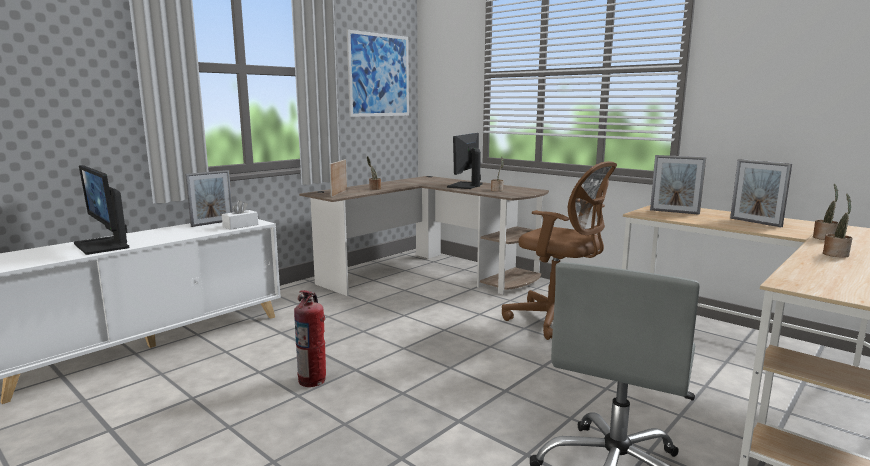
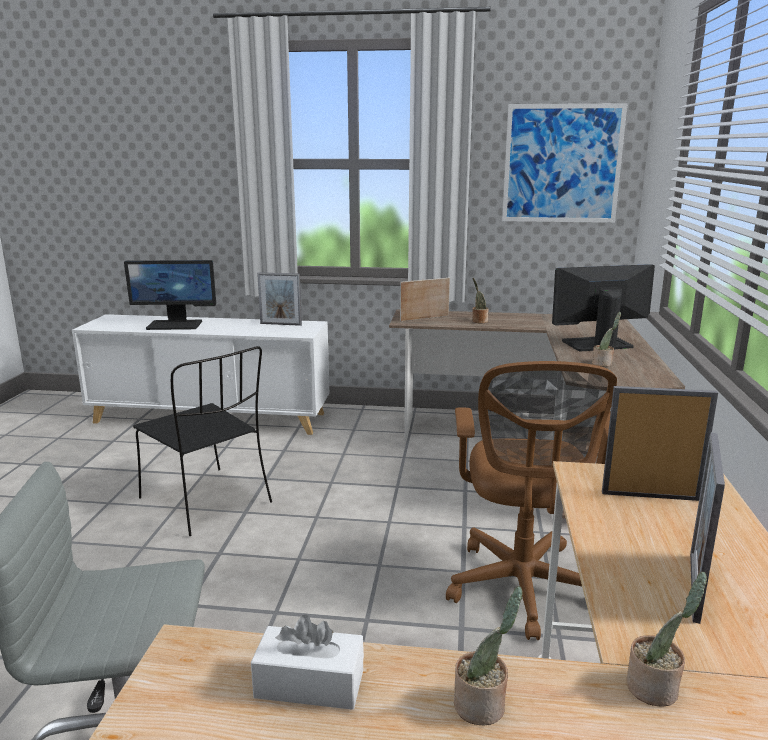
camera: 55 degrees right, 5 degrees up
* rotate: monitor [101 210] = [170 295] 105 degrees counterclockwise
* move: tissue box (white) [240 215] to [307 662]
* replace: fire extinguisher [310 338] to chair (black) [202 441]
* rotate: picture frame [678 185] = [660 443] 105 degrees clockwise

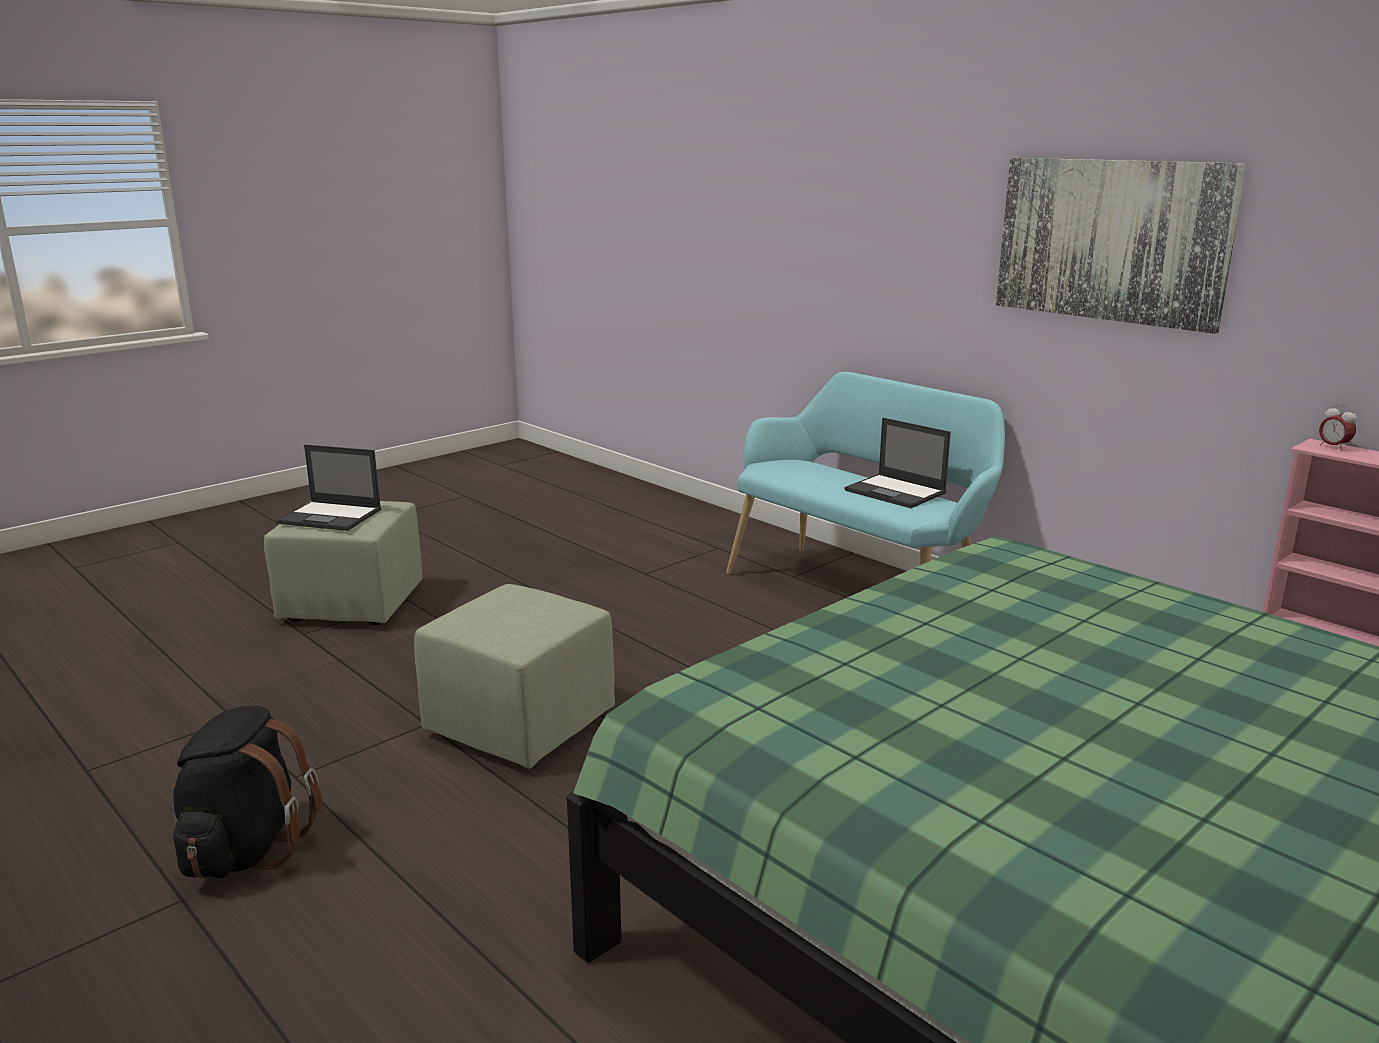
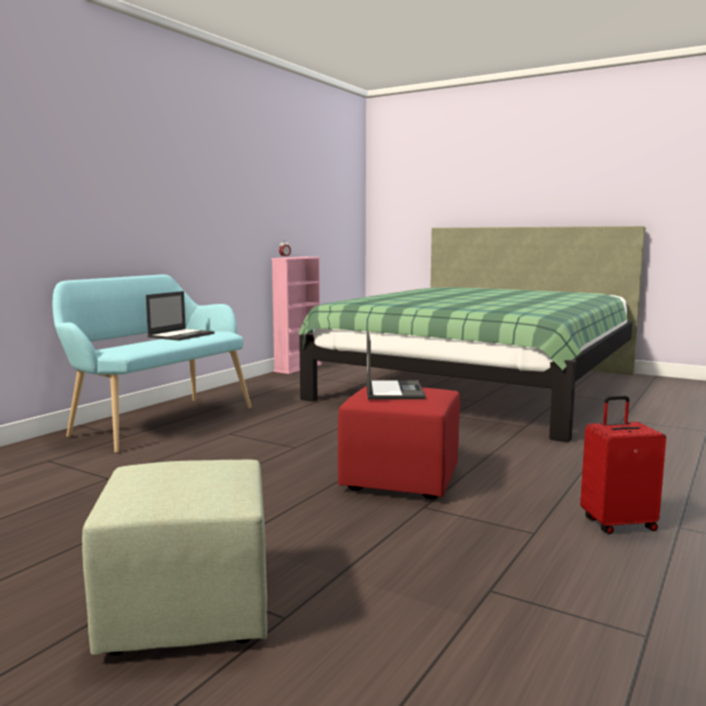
camera: 105 degrees left, 10 degrees down
* replace: backpack (black) [247 792] to suitcase (red) [623 465]
* move: laptop [328 488] to [396 364]
* recolor: ottoman (green) [514 676] to ottoman (red) [399 442]
* delete: picture [1121 246]

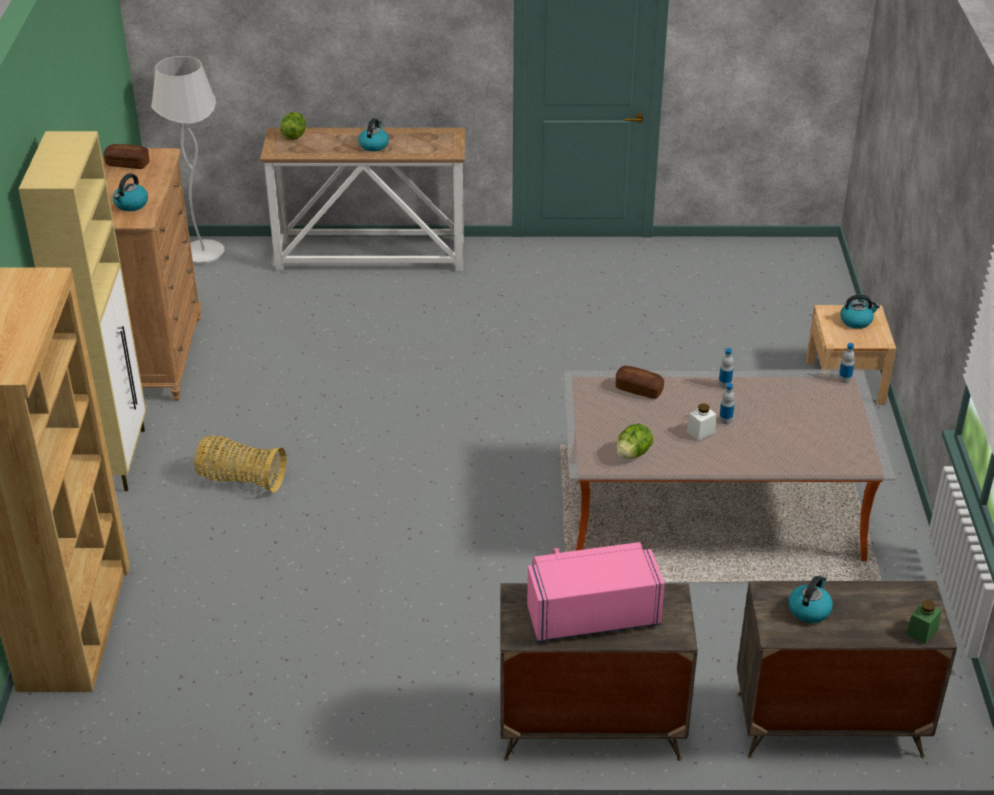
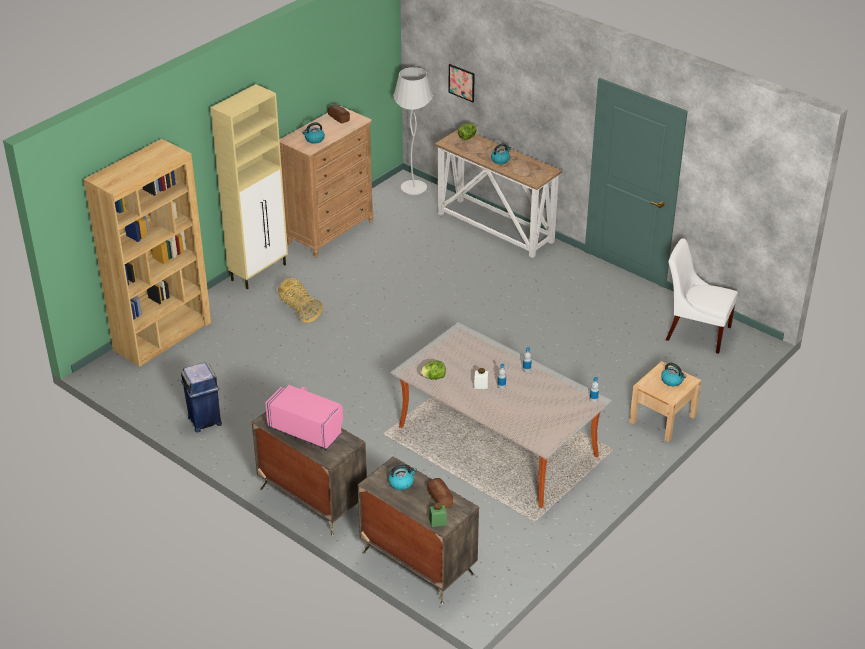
camera: 40 degrees right, 0 degrees up
* move: bread [640 382] to [440 493]
* insert: trash can (blue) [201 397]
* insert: picture [462 83]
* insert: chair (white) [702 296]

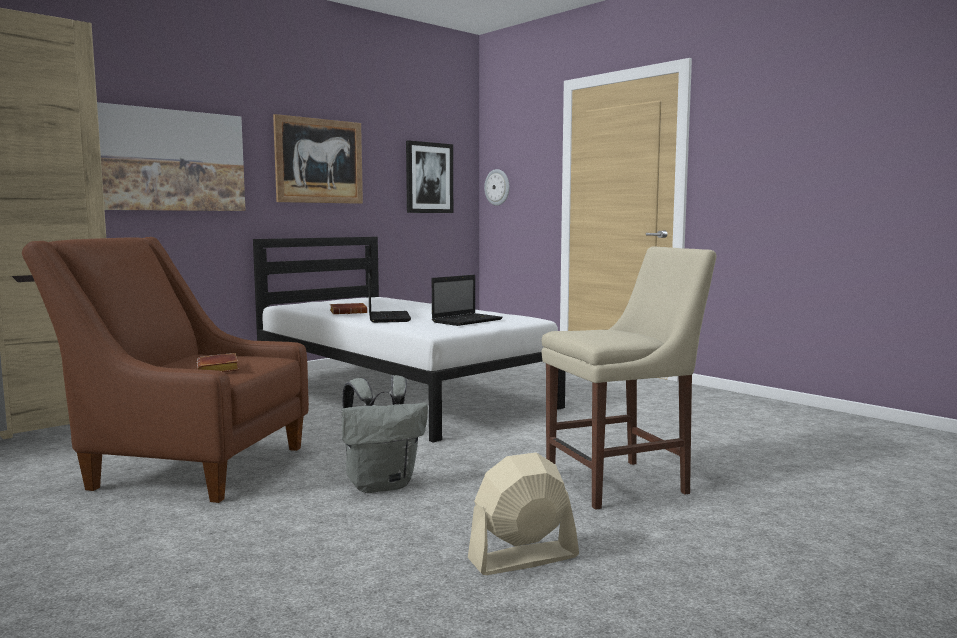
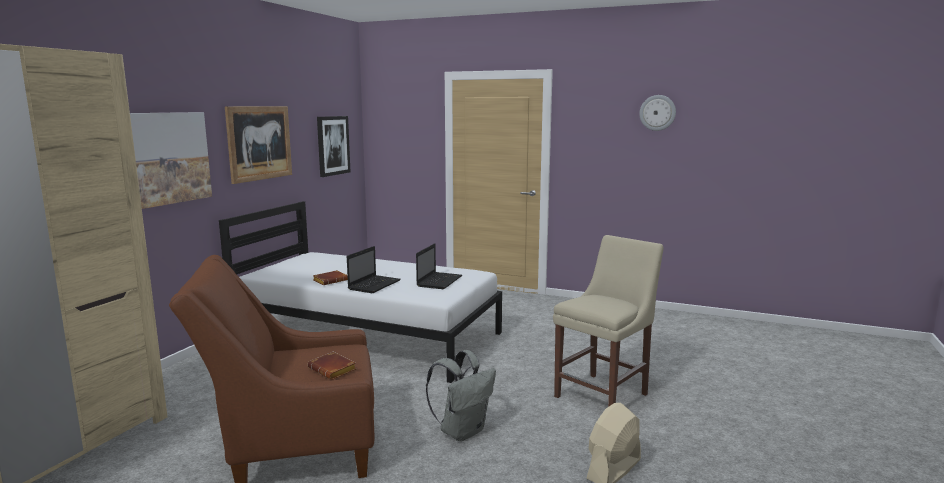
camera: 25 degrees left, 5 degrees up
* rotate: laptop [389 298] = [374 269] 60 degrees clockwise
* move: wall clock [496 187] to [657 113]

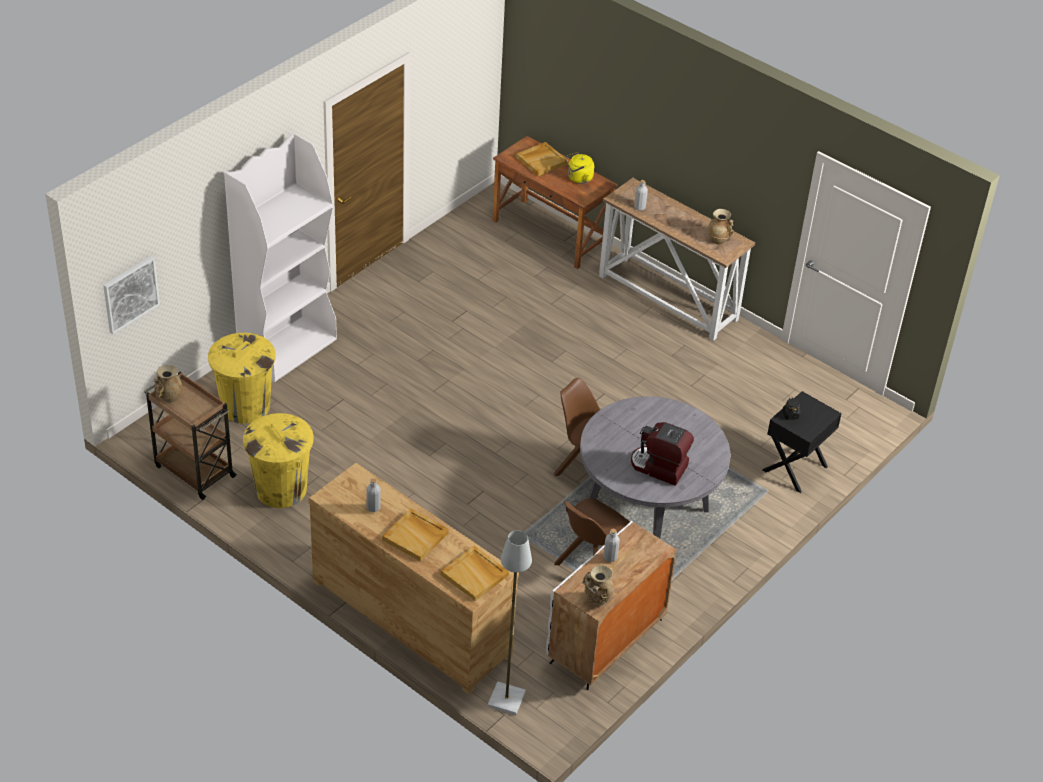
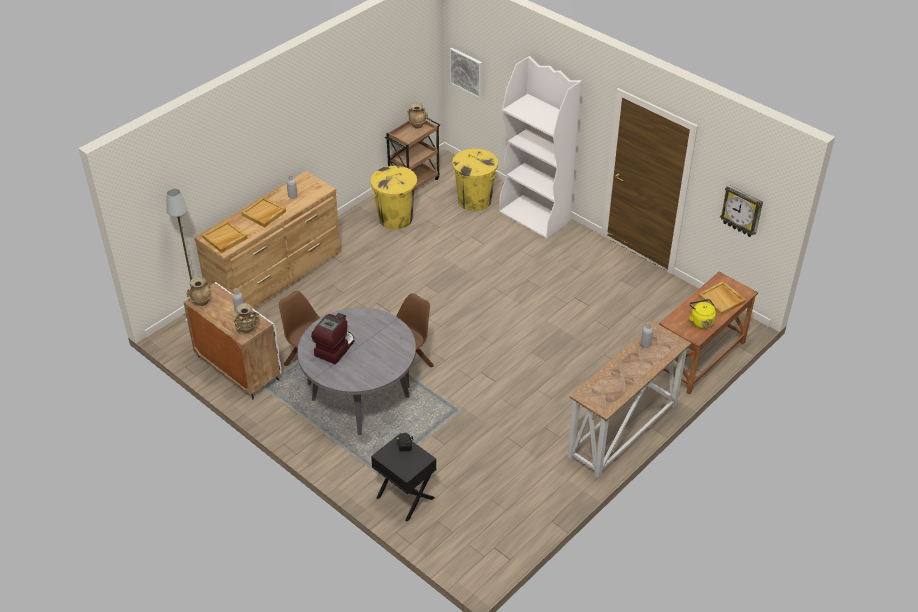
camera: 95 degrees right, 0 degrees up
* move: vase (beige) [720 226] to [247 318]
* insert: wall clock [741 211]

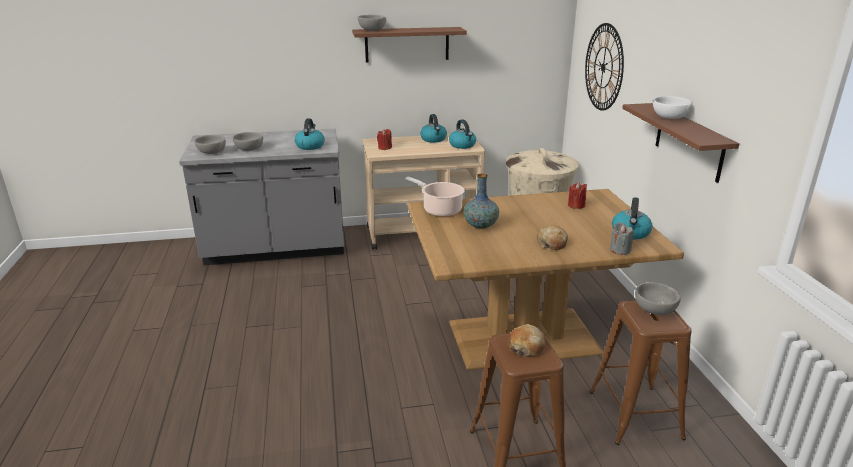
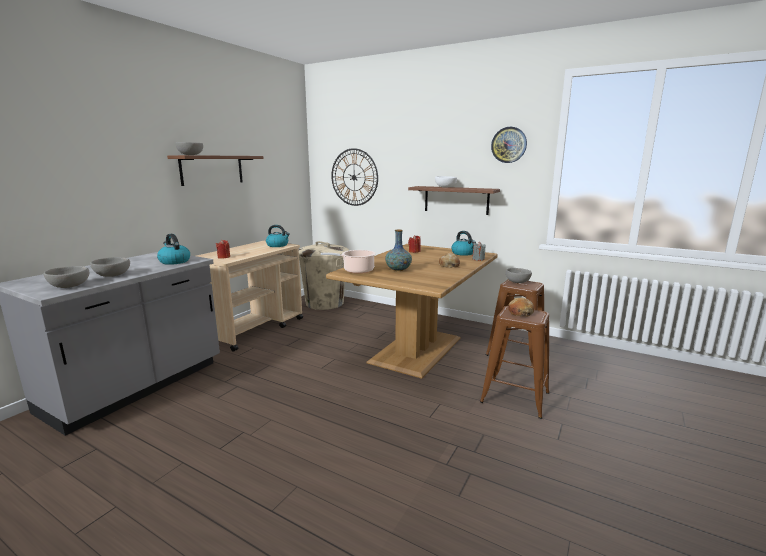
camera: 50 degrees left, 10 degrees down
* delete: kettle [433 128]
* insert: wall clock [509 145]

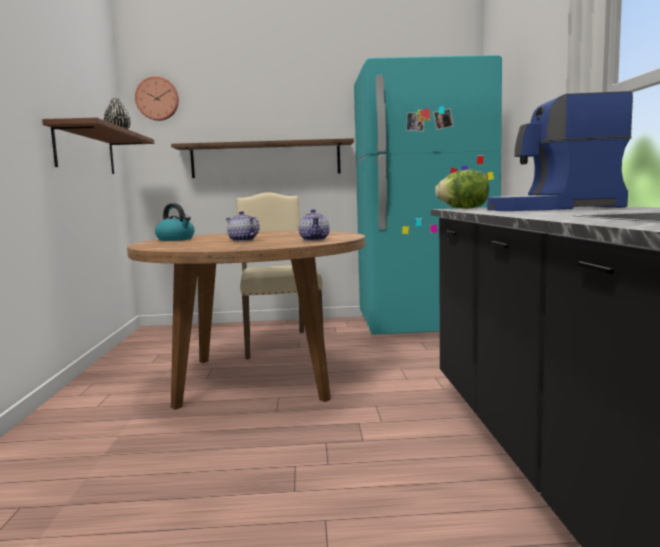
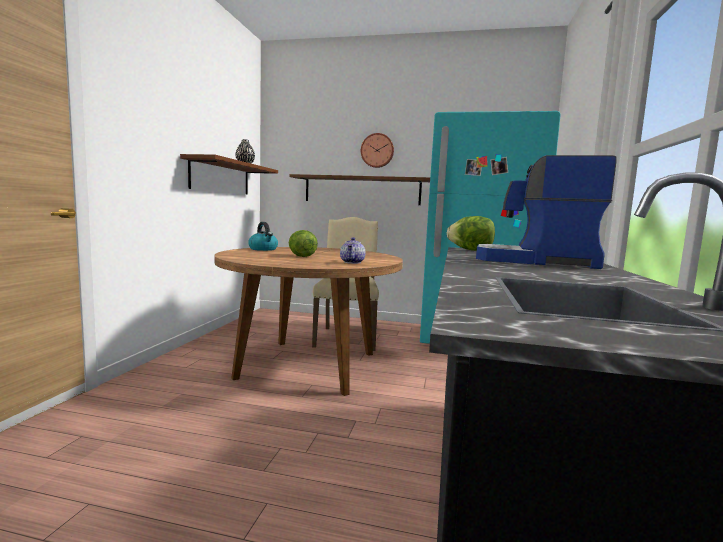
camera: 15 degrees right, 0 degrees up
* move: wall clock [157 98] to [377 150]
* replace: teapot [243 226] to lettuce [303 243]

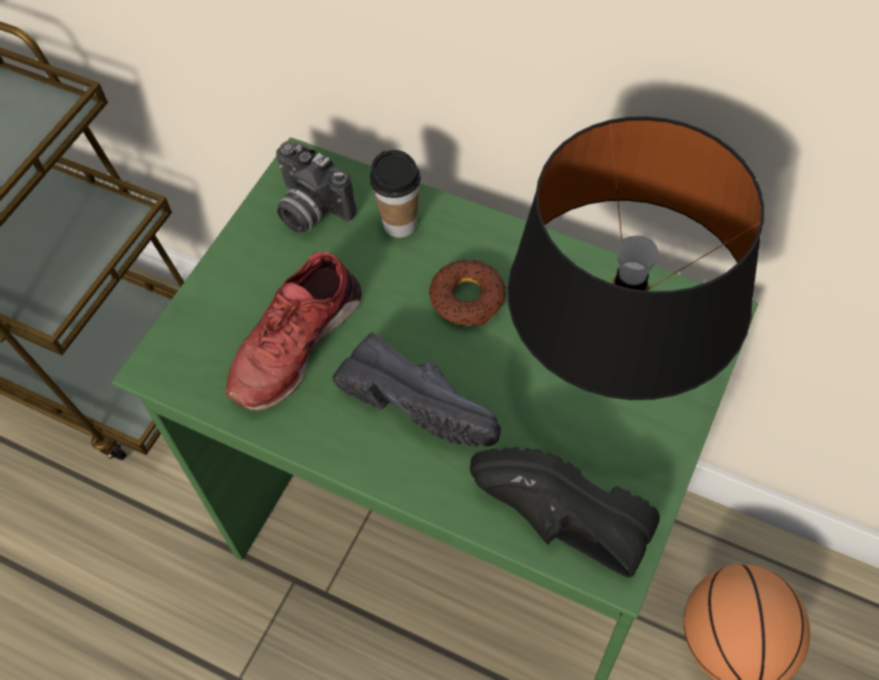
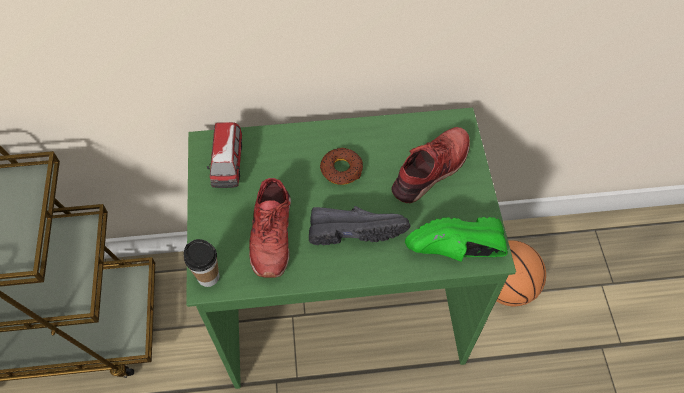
camera: 35 degrees left, 0 degrees up
* replace: photo camera [316 187] to toy car [224 155]
* move: cup [395 194] to [201 263]
* recolor: shoe (black) [565 512] to shoe (green) [456 239]
* replace: table lamp (black) [635 258] to shoe (red) [431 165]

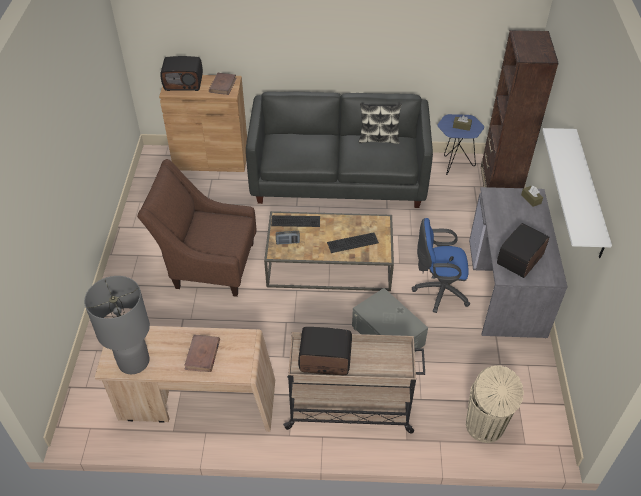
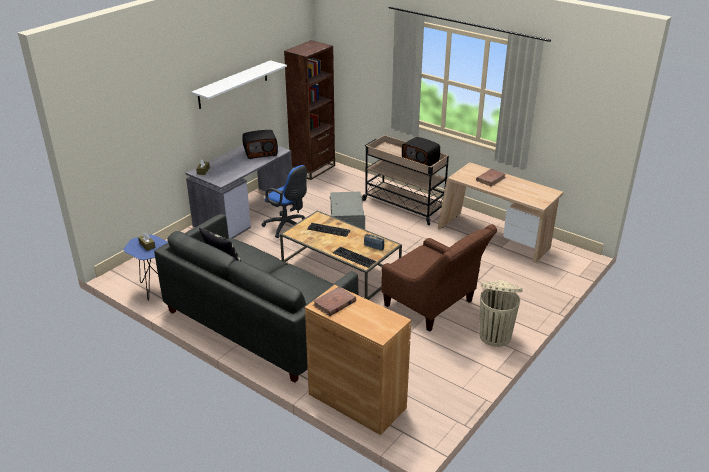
camera: 145 degrees left, 15 degrees down
* delete: table lamp (grey) [117 325]
* delete: radio [181 73]
* move: trash can (beige) [495 404] to [501 313]
* move: bookcase (brown) [520 109] to [309 110]

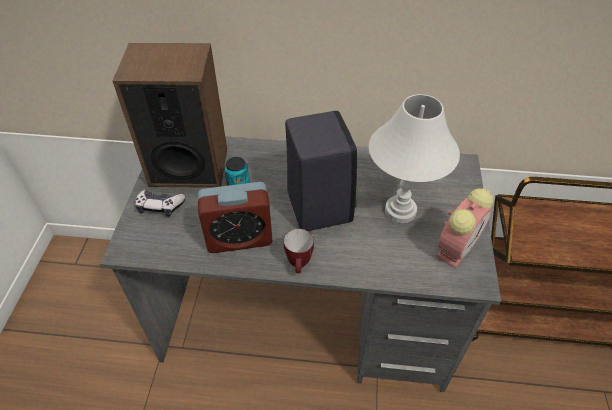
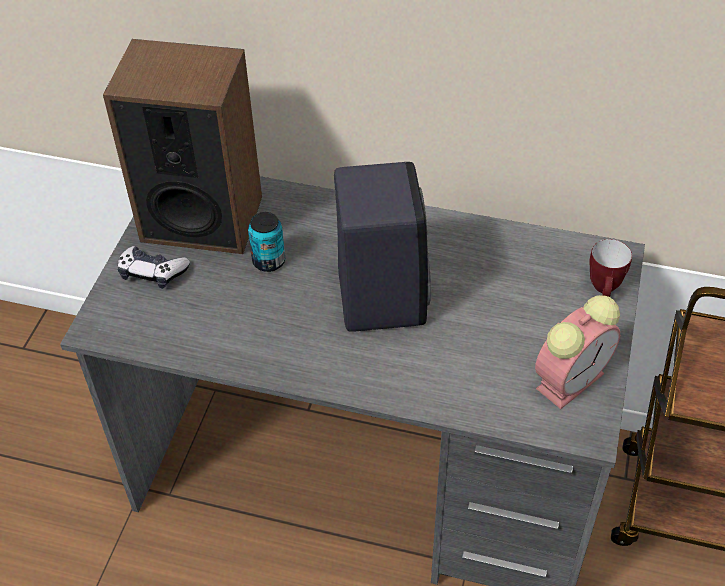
camera: 10 degrees right, 0 degrees up
* delete: alarm clock [235 217]
* move: mug [299 251] to [611 268]
* delete: table lamp (white) [414 158]

